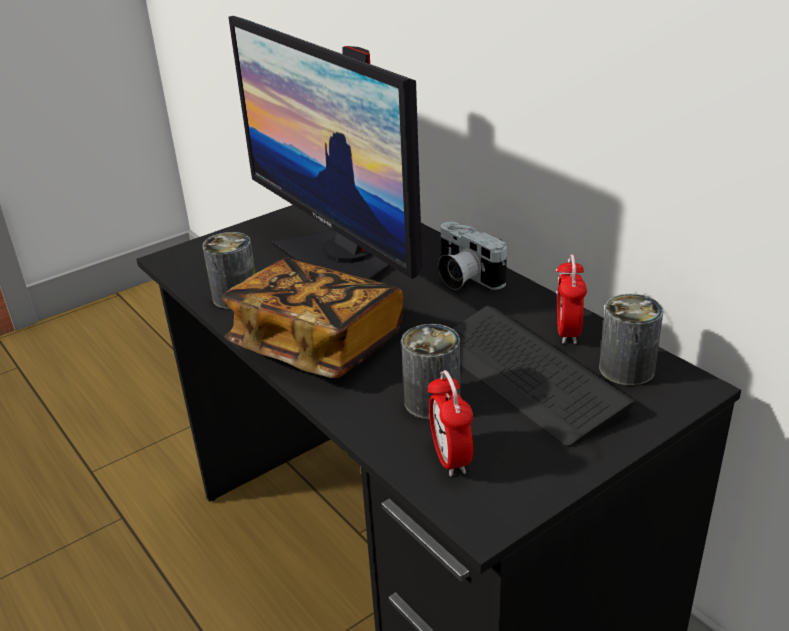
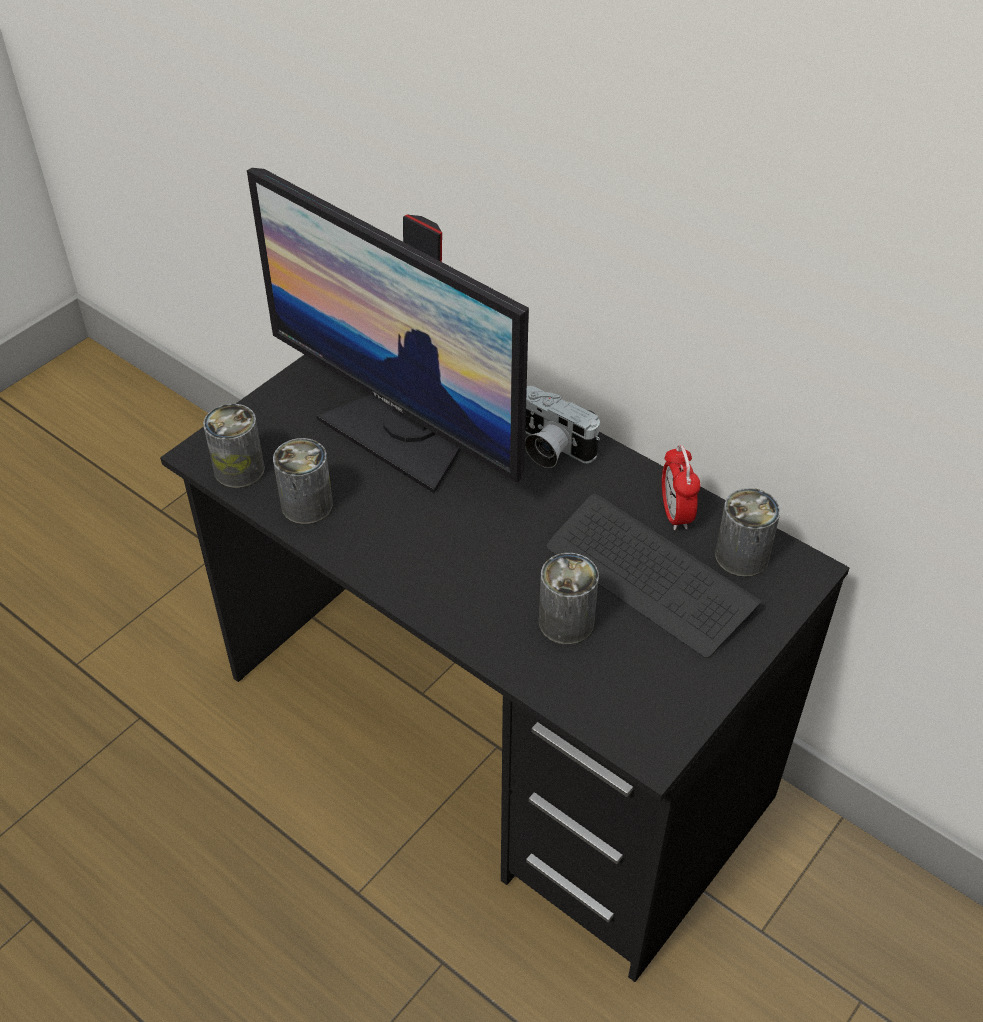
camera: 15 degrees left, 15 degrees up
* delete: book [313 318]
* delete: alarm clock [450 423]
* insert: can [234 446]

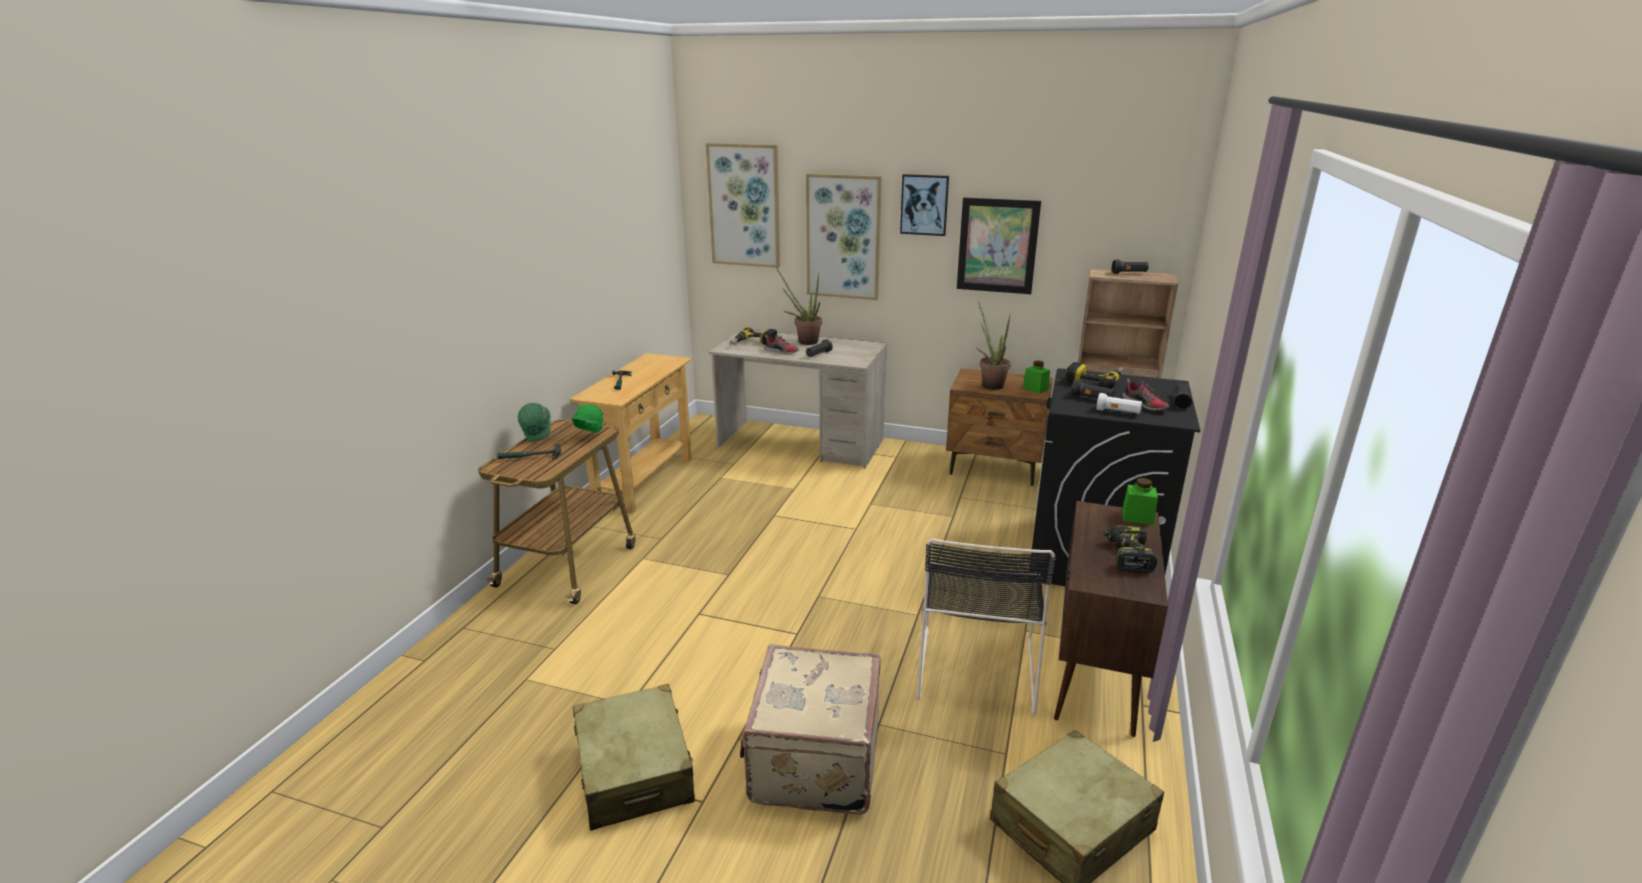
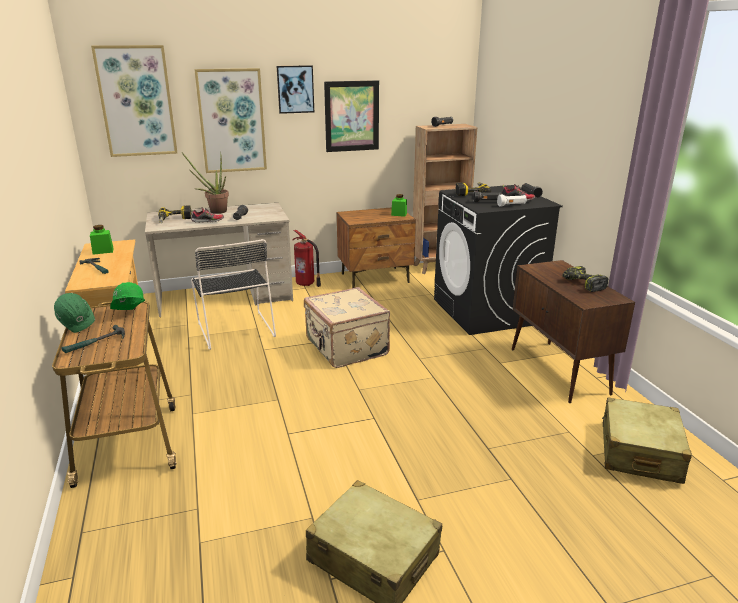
camera: 35 degrees left, 0 degrees up
* move: suitcase (beige) [810 729] to [347 327]
* move: chair (black) [986 626] to [233 294]
* delete: potted plant [993 345]
* move: jar (green) [1140 501] to [101 240]
* insert: fire extinguisher [307 258]

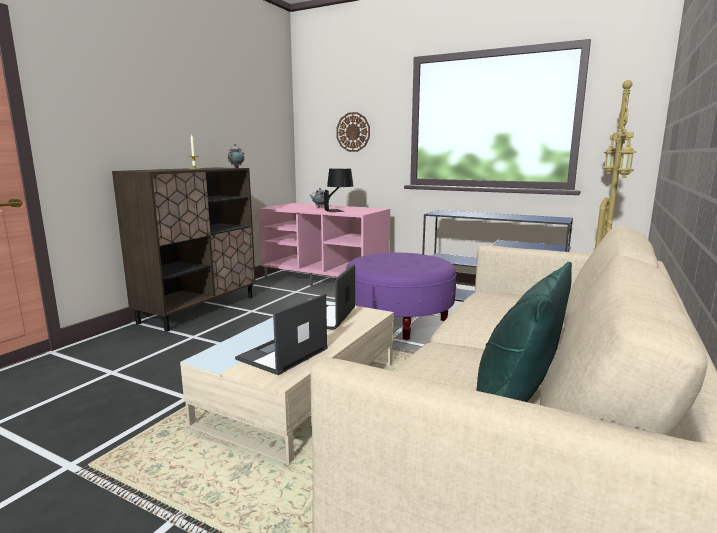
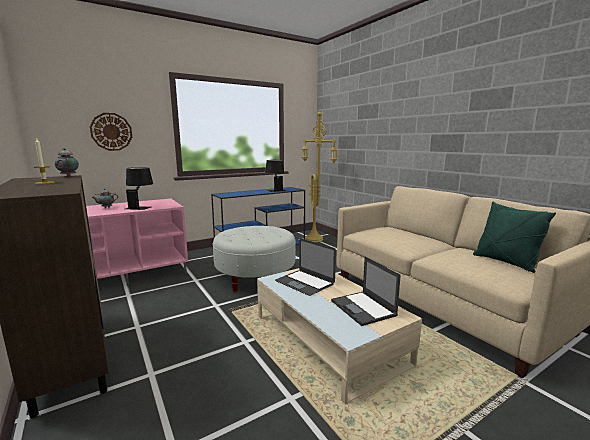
camera: 60 degrees left, 0 degrees up
* recolor: ottoman (purple) [401 296] to ottoman (white) [254 259]
* insert: table lamp (black) [275 176]

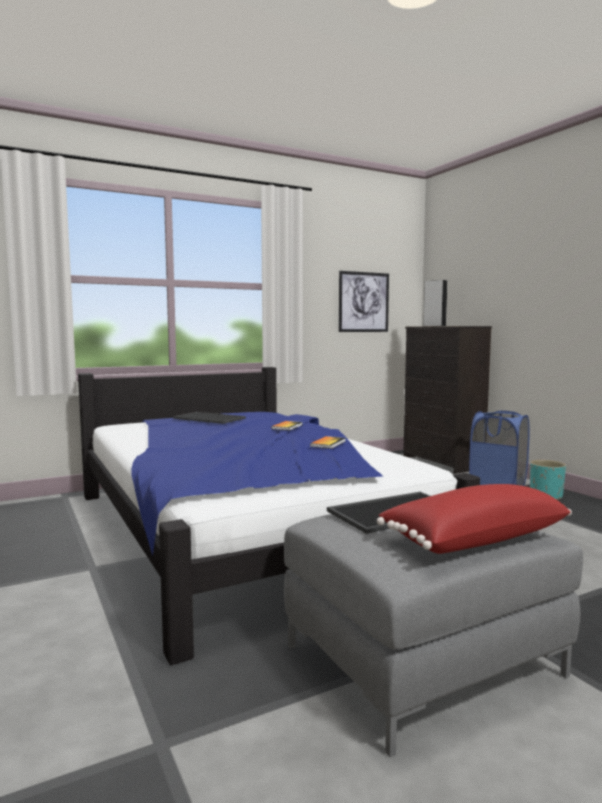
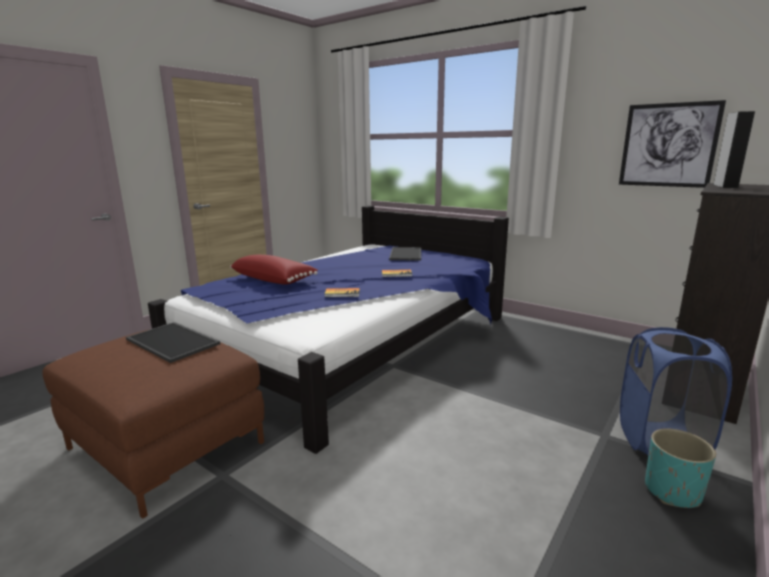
camera: 65 degrees right, 10 degrees up
* recolor: ottoman (grey) [433 635] to ottoman (brown) [153 424]
* move: pillow (red) [474 519] to [274 270]

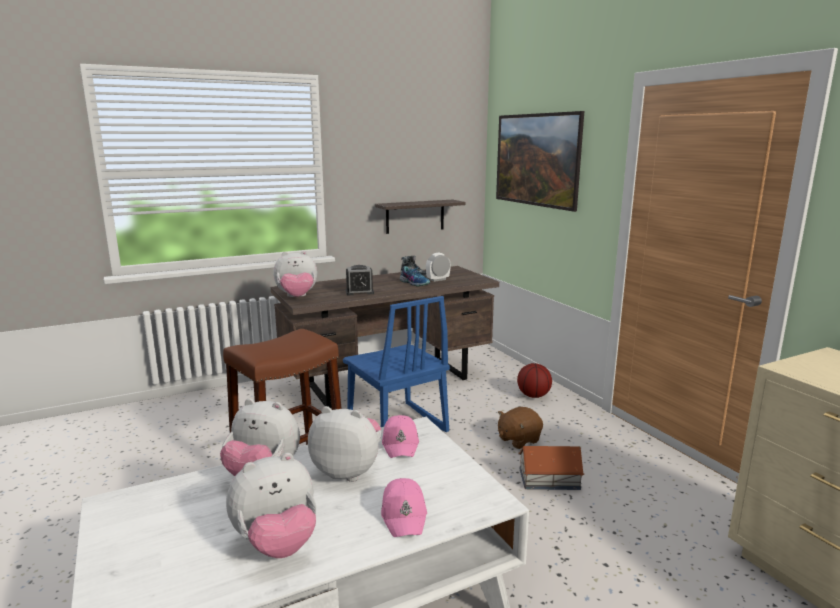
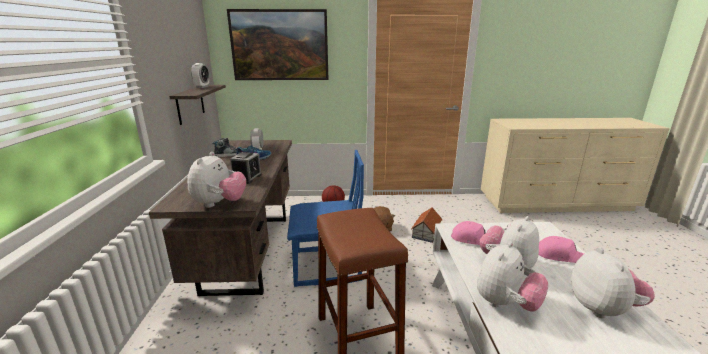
camera: 65 degrees left, 5 degrees up
* insert: alarm clock [200 75]

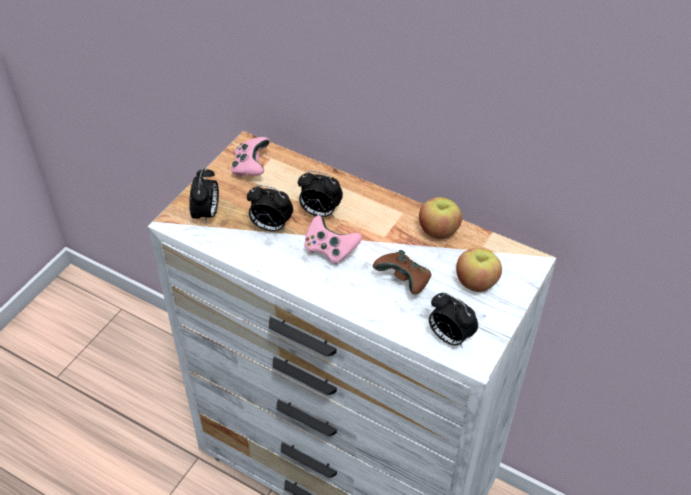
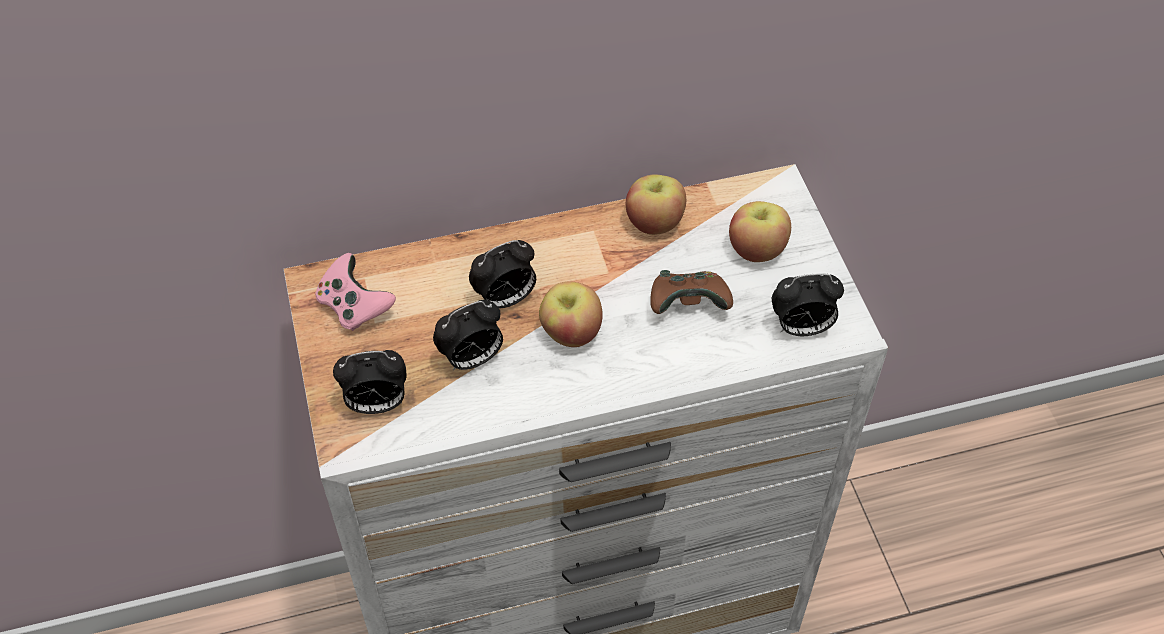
camera: 45 degrees left, 5 degrees up
* rotate: alarm clock [204 195] = [370 382] 120 degrees clockwise
* replace: game controller (pink) [333 239] to apple [571 314]

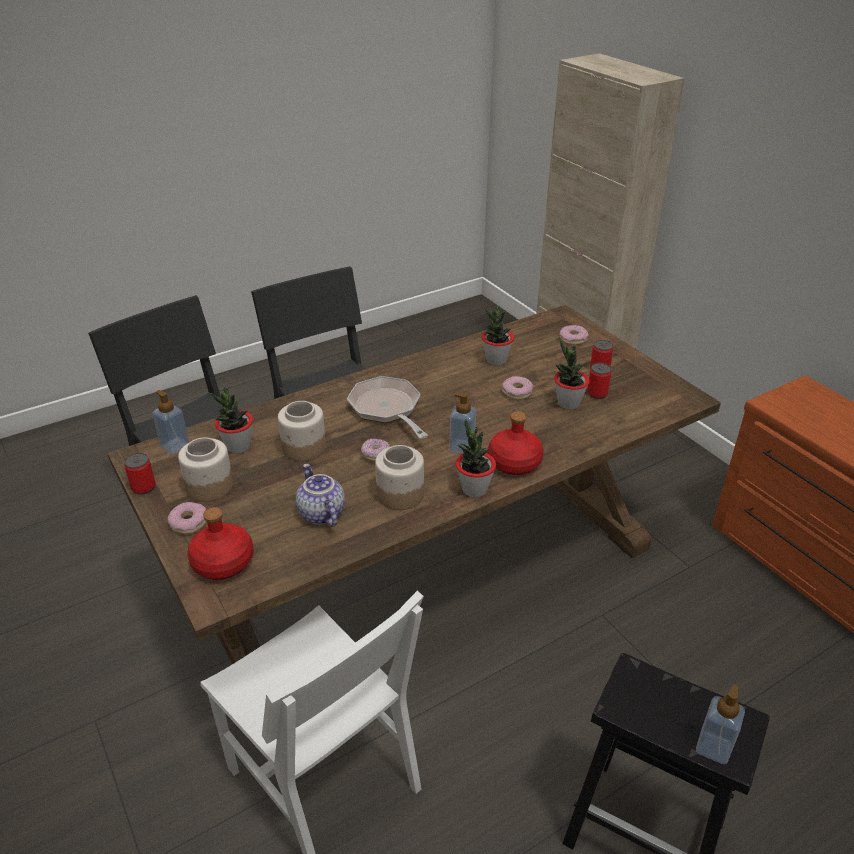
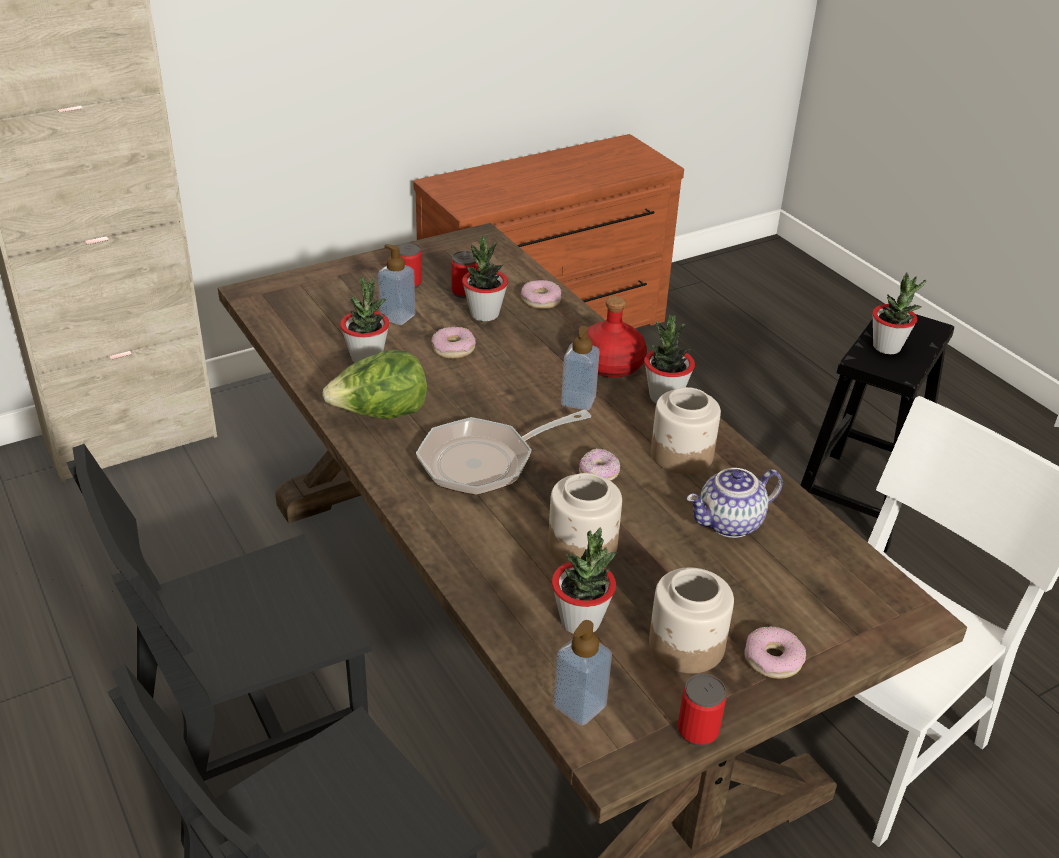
camera: 90 degrees left, 0 degrees up
* delete: bottle (red) [221 543]
* move: donut [574 335] to [541 294]
* move: soap dispenser [720 724] to [396 284]
* insert: lettuce [374 384]
* insert: potted plant [899 313]

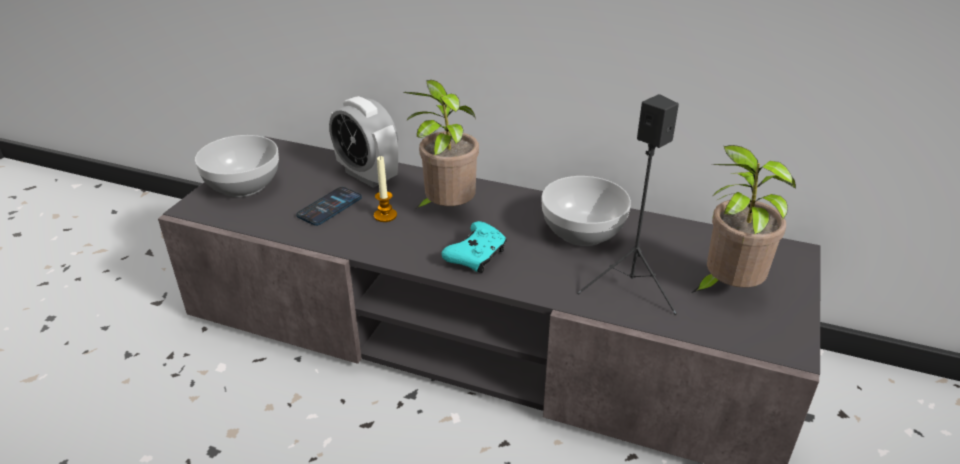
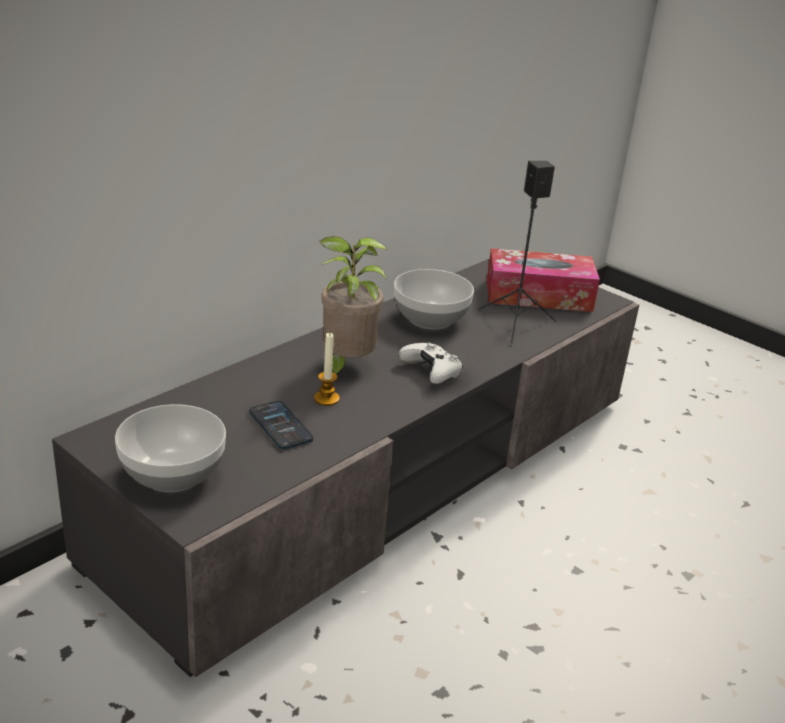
camera: 70 degrees left, 5 degrees down
* delete: alarm clock [363 142]
* recolor: game controller (turquoise) [474 247] to game controller (white) [431 363]
* replace: potted plant [743 219] to tissue box [543 280]

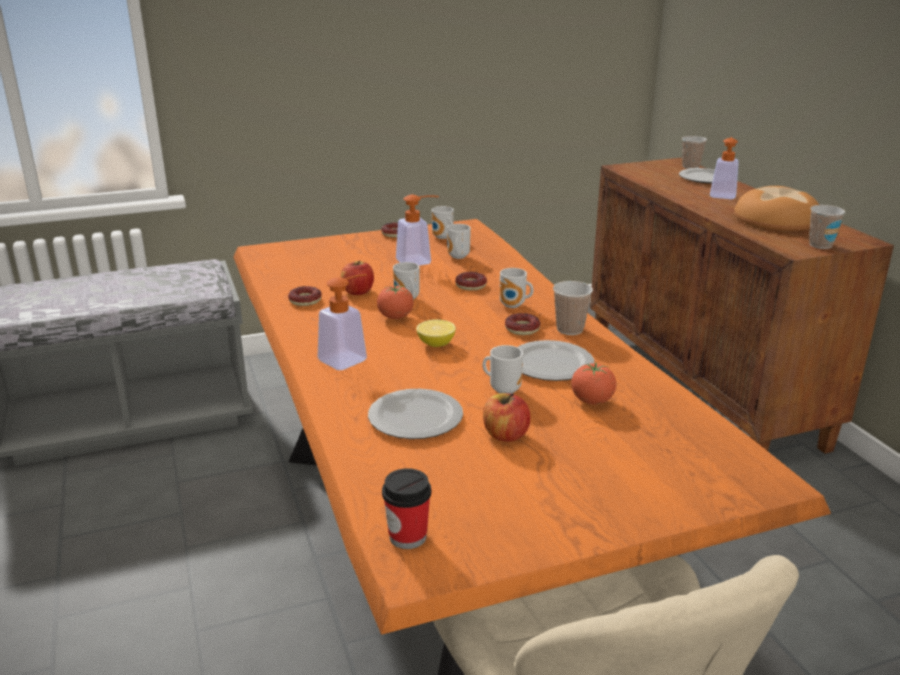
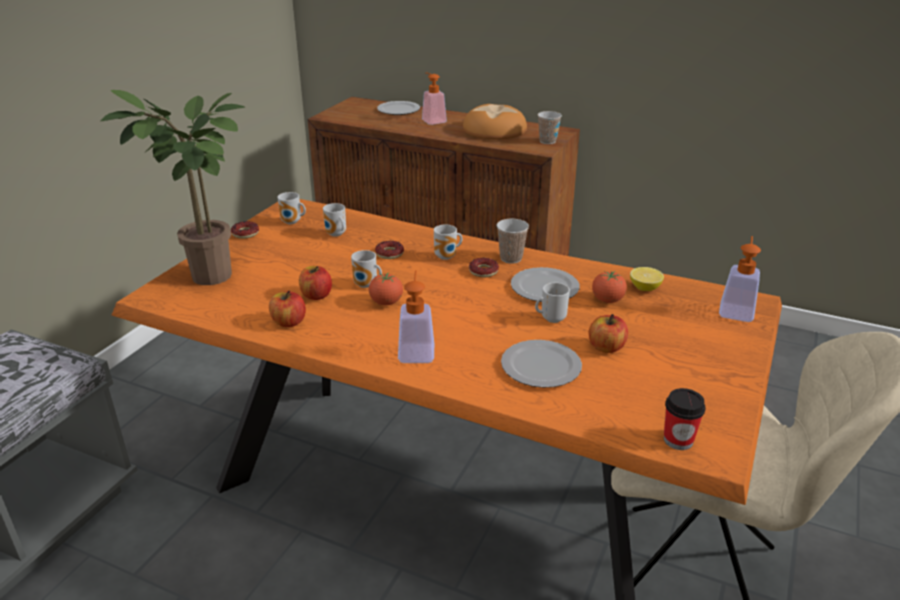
camera: 45 degrees left, 5 degrees up
* replace: donut [305 296] to apple [287 309]
* move: soap dispenser [417 230] to [740 279]
* move: lemon [436 333] to [647 279]
* delete: cup [694 152]
* insert: potted plant [173 187]

